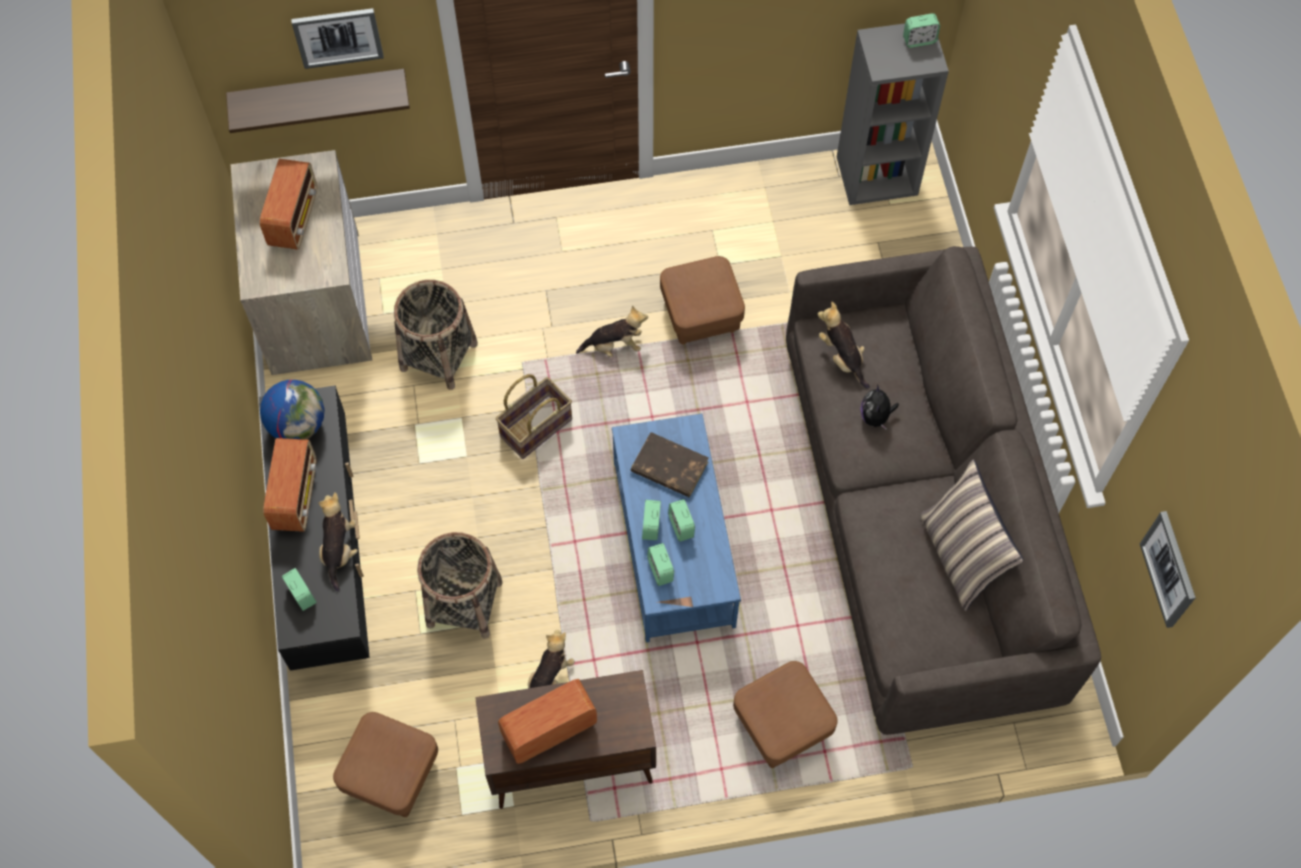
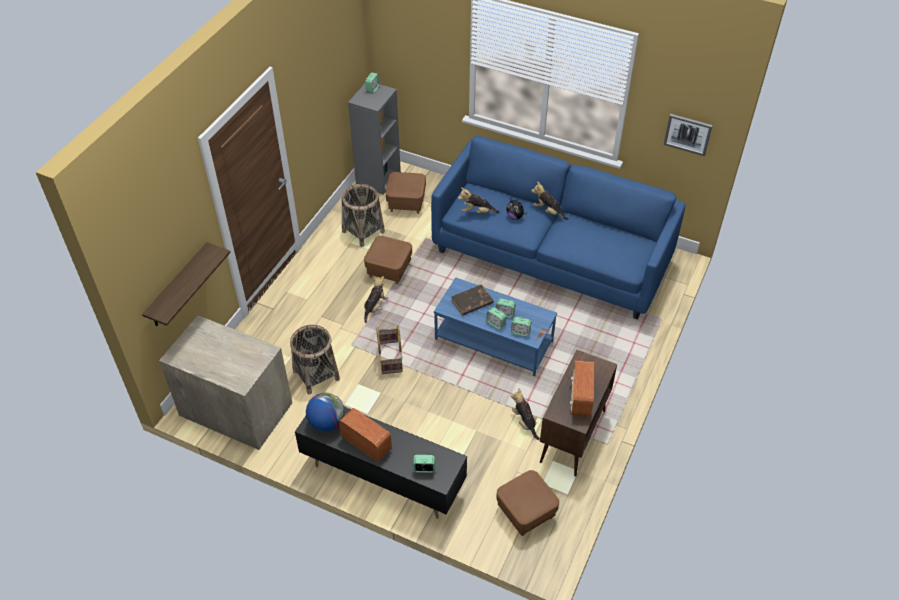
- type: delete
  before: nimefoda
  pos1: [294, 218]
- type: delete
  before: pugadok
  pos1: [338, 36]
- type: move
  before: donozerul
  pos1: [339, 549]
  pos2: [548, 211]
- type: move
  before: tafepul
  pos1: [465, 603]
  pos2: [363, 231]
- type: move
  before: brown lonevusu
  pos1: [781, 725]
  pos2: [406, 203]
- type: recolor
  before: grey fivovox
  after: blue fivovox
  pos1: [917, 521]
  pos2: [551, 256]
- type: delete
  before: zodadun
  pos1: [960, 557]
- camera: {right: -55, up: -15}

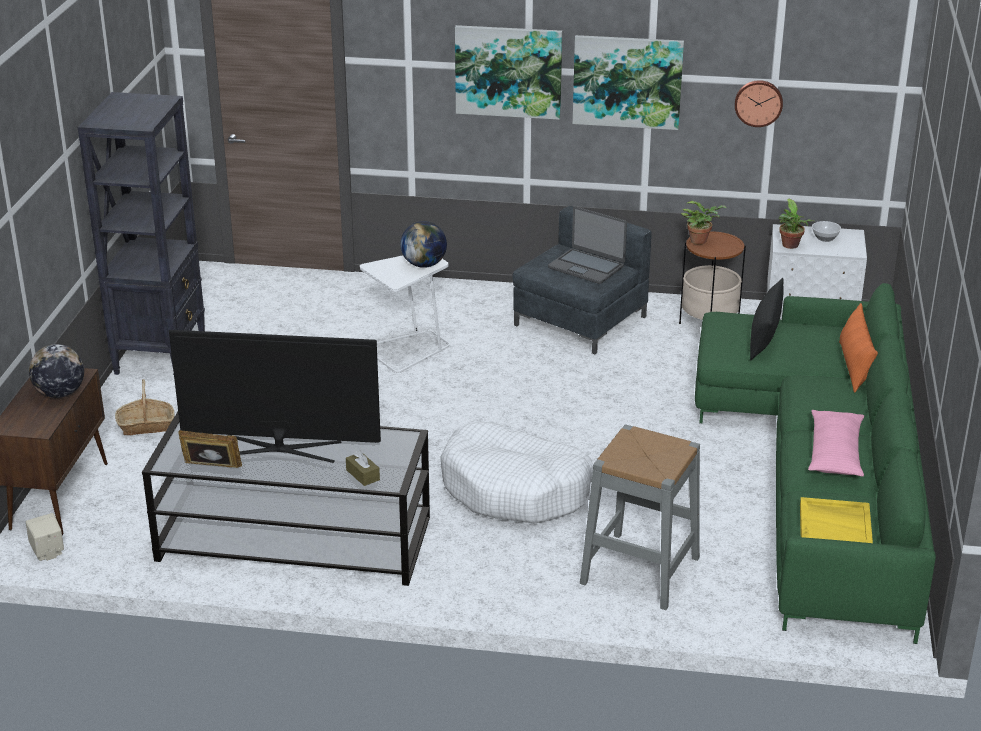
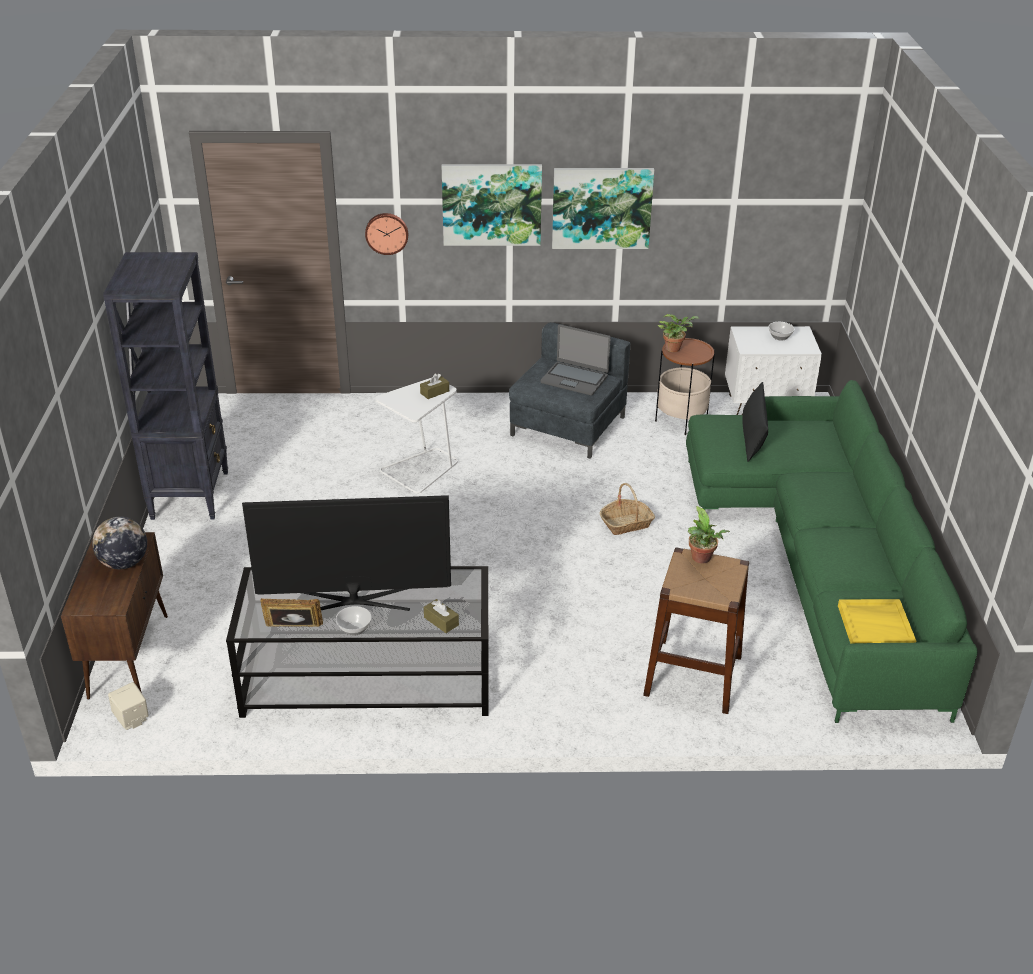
- type: move
  before: tafepul
  pos1: [146, 425]
  pos2: [626, 523]
- type: replace
  before: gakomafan
  after: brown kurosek
  pos1: [424, 264]
  pos2: [434, 392]
- type: delete
  before: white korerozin
  pos1: [515, 489]
- type: recolor
  before: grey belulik
  after: brown belulik
  pos1: [640, 570]
  pos2: [693, 675]
- type: move
  before: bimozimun
  pos1: [758, 102]
  pos2: [387, 233]
- type: move
  before: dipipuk
  pos1: [790, 246]
  pos2: [702, 559]
- type: delete
  before: pink zodadun
  pos1: [835, 453]
- type: delete
  before: orange zodadun
  pos1: [854, 367]
- type: insert
  after: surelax
  pos2: [355, 629]
- camera: {right: -10, up: 5}

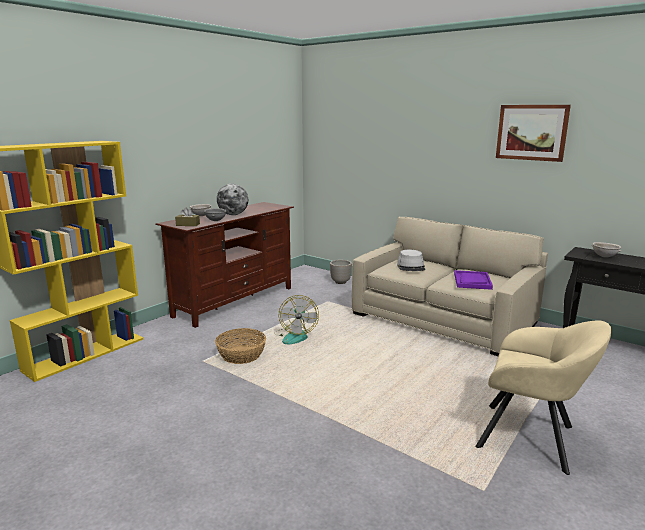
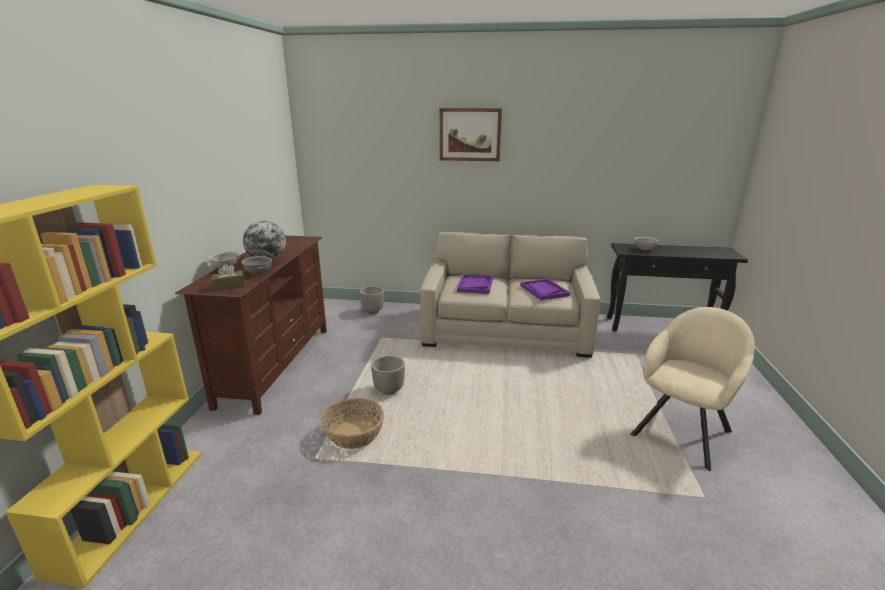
- type: replace
  before: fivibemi
  after: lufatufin
  pos1: [295, 336]
  pos2: [389, 390]
- type: replace
  before: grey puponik
  after: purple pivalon
  pos1: [411, 267]
  pos2: [475, 285]
- type: rotate
  before: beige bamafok
  pos1: [531, 438]
  pos2: [683, 430]
  turn: -45
- type: move
  before: pugadok
  pos1: [531, 132]
  pos2: [470, 134]
- camera: {right: -30, up: 5}

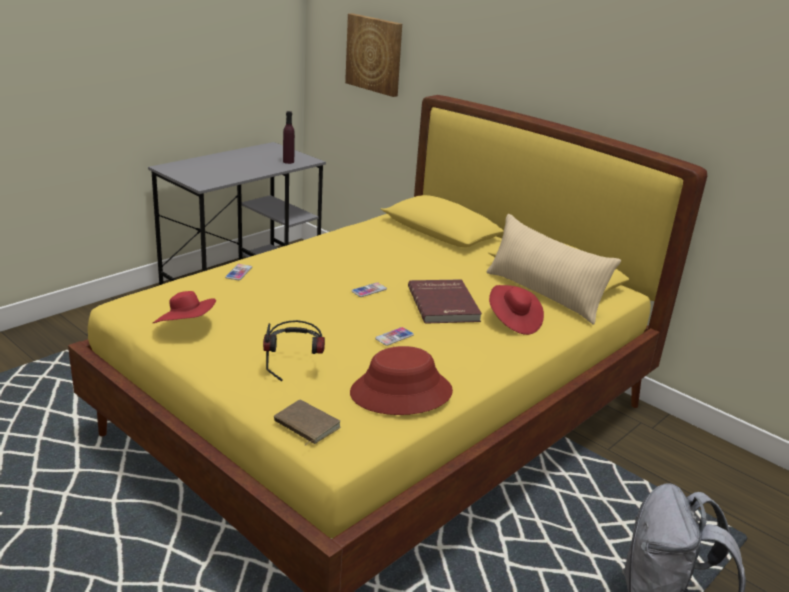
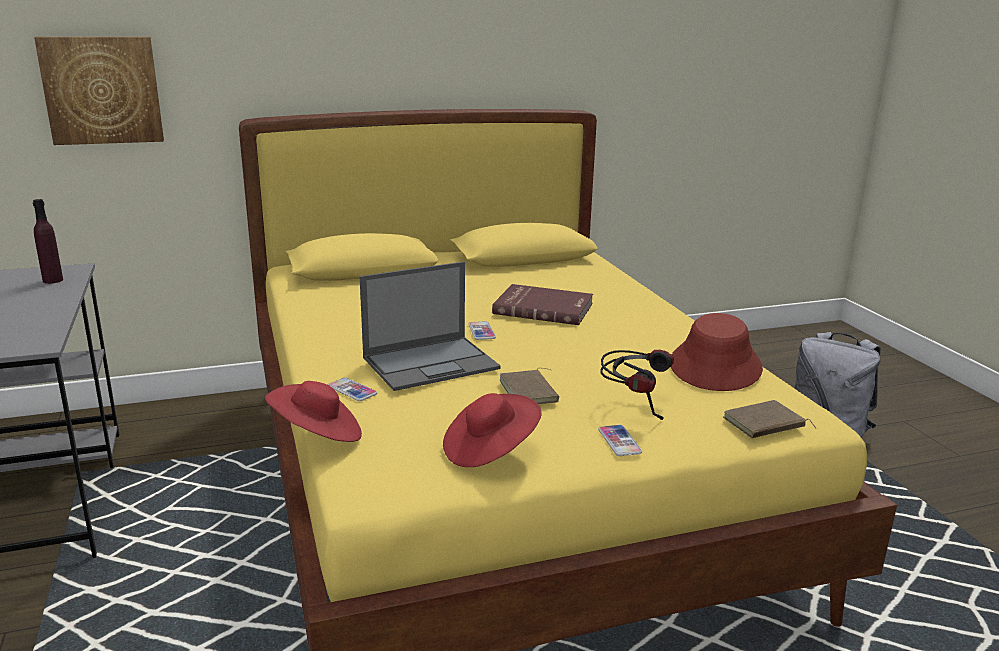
- type: move
  before: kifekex
  pos1: [394, 337]
  pos2: [619, 441]
- type: delete
  before: beige zodadun
  pos1: [544, 295]
- type: move
  before: red puponik
  pos1: [513, 321]
  pos2: [317, 435]
- type: insert
  after: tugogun
  pos2: [432, 363]
- type: insert
  after: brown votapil
  pos2: [530, 391]
- camera: {right: -60, up: -5}

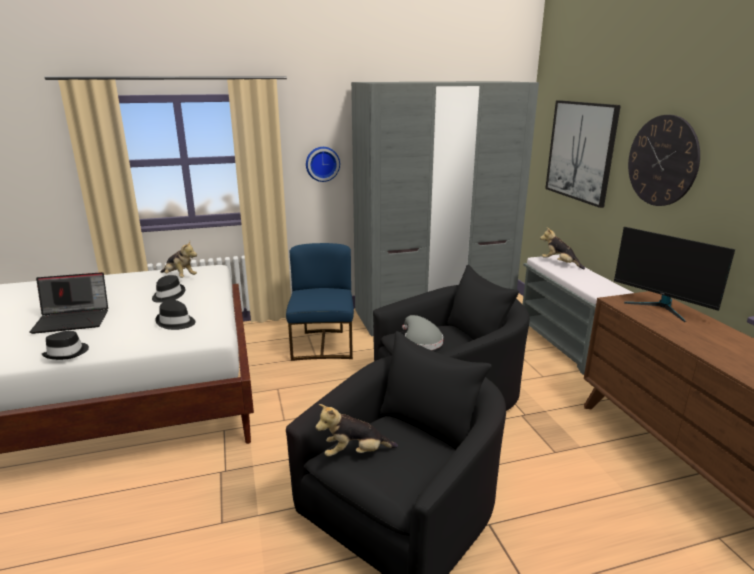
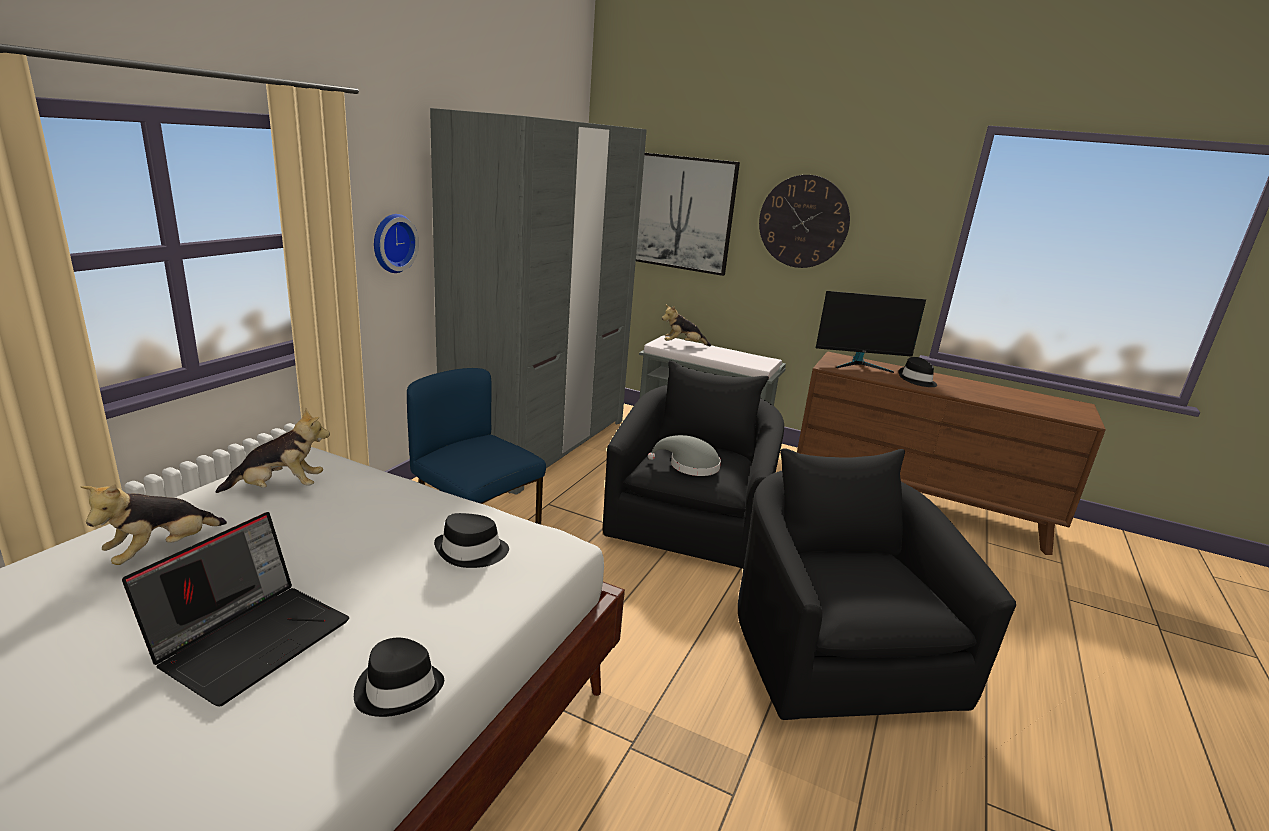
- type: move
  before: black puponik
  pos1: [168, 295]
  pos2: [917, 380]
- type: move
  before: donozerul
  pos1: [355, 453]
  pos2: [162, 551]
- camera: {right: -50, up: 0}

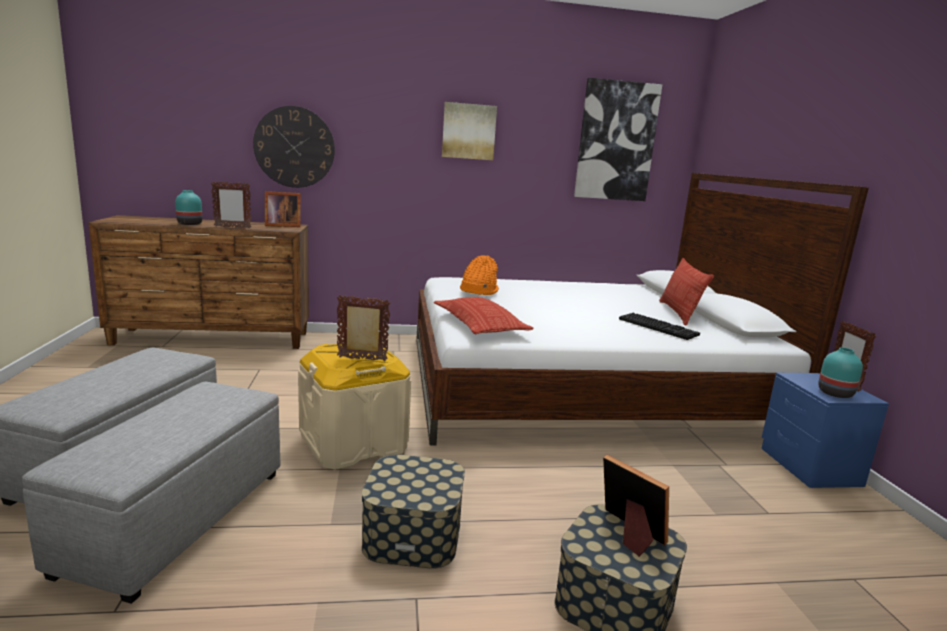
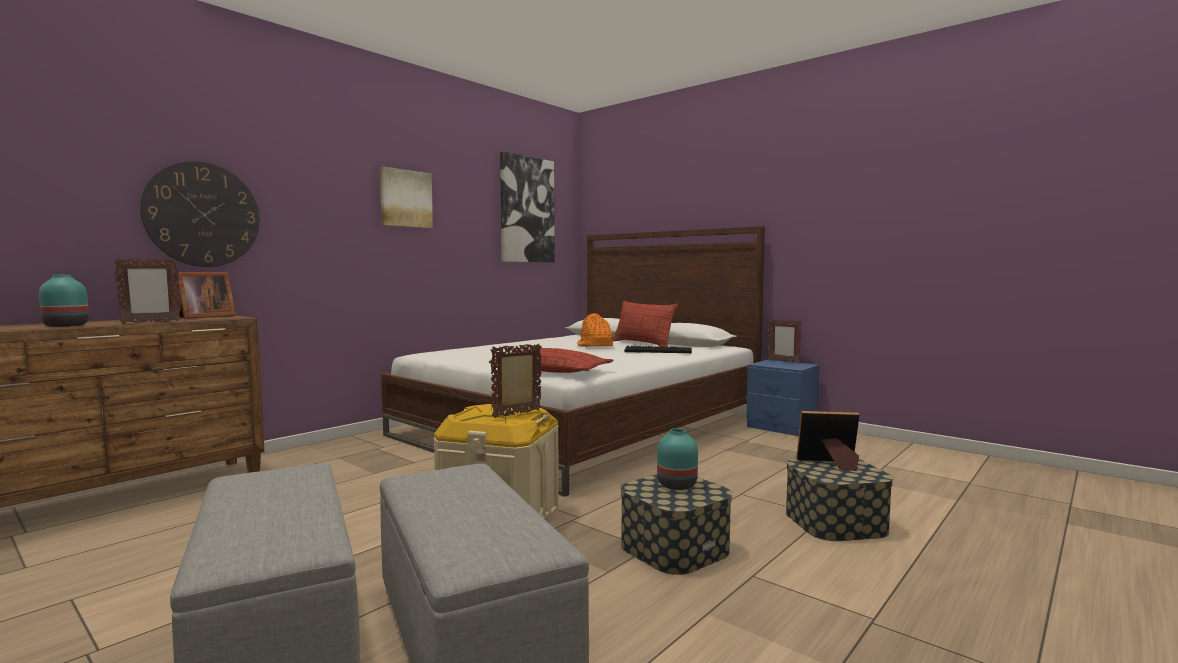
- type: move
  before: orange puponik
  pos1: [478, 291]
  pos2: [595, 346]
- type: move
  before: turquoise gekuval
  pos1: [834, 393]
  pos2: [675, 485]
- camera: {right: -40, up: -10}

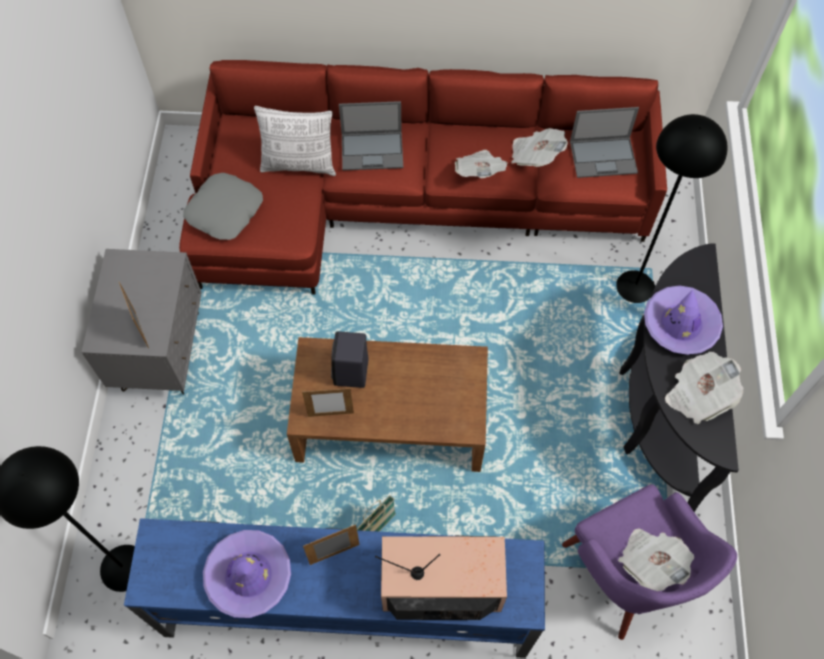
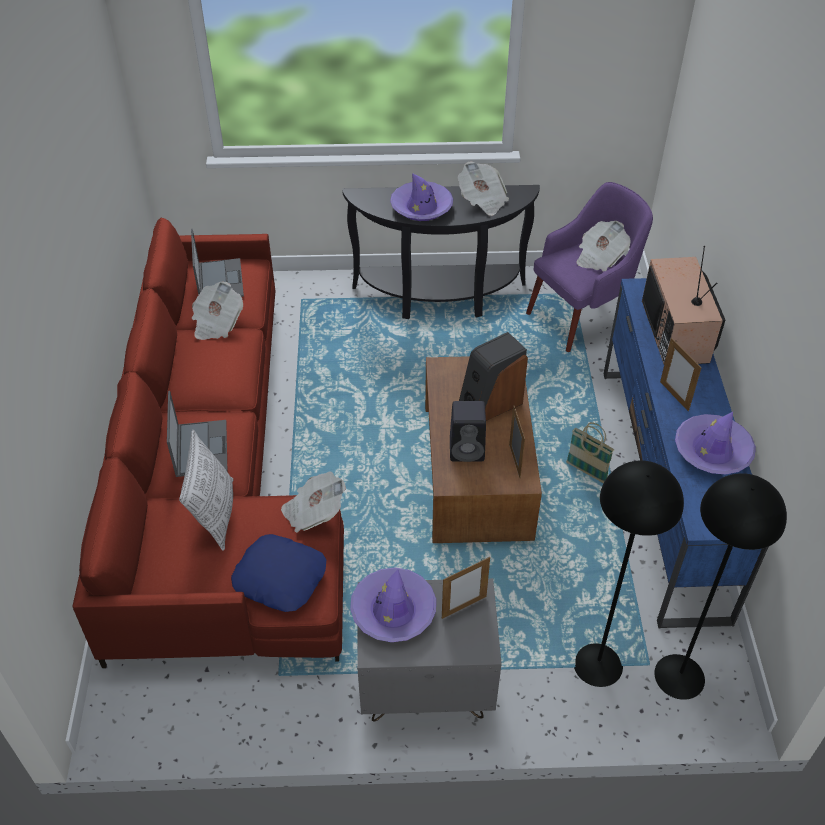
- type: recolor
  before: grey zodadun
  after: blue zodadun
  pos1: [225, 211]
  pos2: [280, 577]
- type: move
  before: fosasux
  pos1: [479, 172]
  pos2: [313, 512]
- type: move
  before: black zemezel
  pos1: [634, 287]
  pos2: [598, 664]
- type: insert
  after: purple puponik
  pos2: [393, 610]
- type: insert
  after: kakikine
  pos2: [489, 404]
- camera: {right: -95, up: -15}

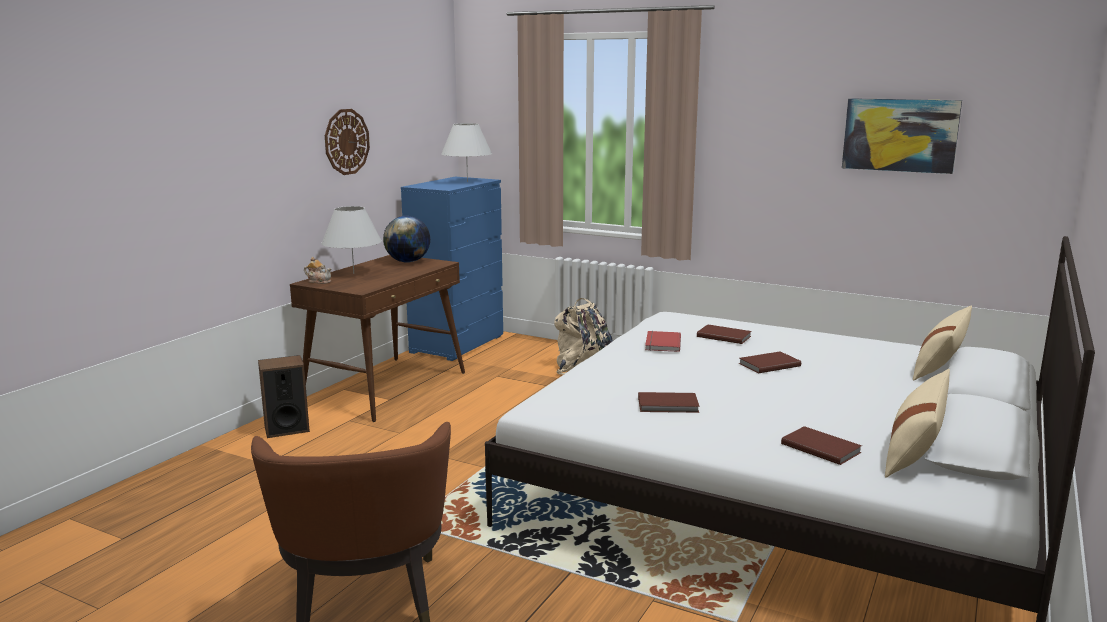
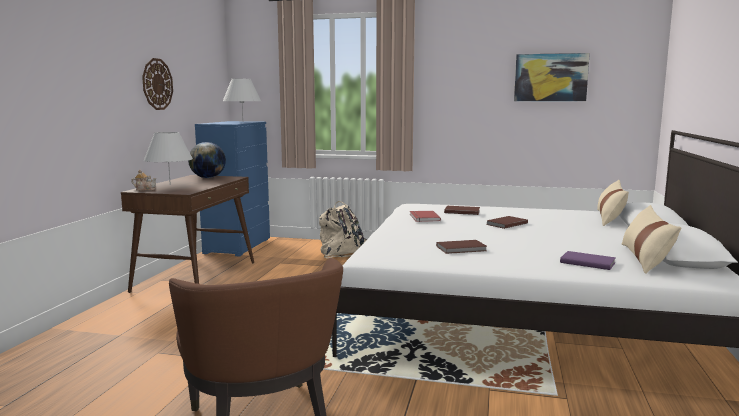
- type: delete
  before: kakikine
  pos1: [286, 428]
- type: recolor
  before: brown votapil
  after: purple votapil
  pos1: [820, 447]
  pos2: [587, 262]
- camera: {right: -15, up: -5}

